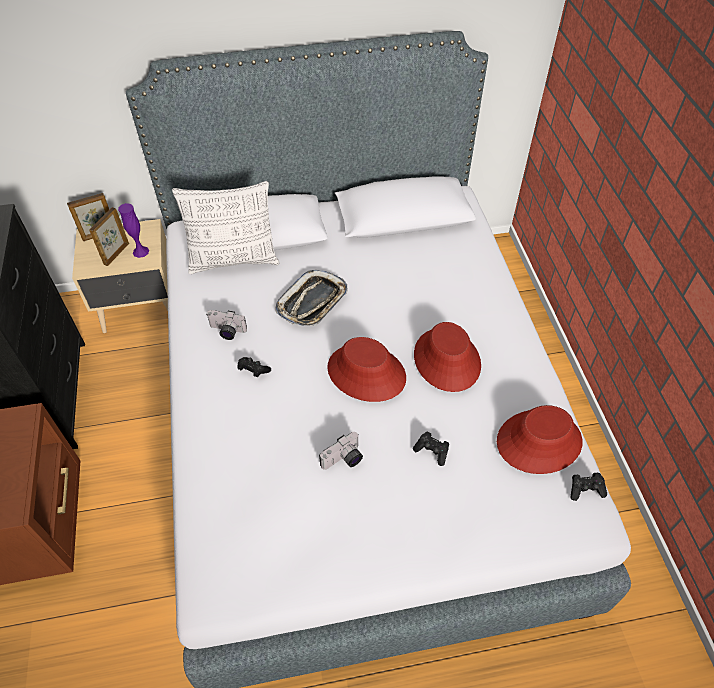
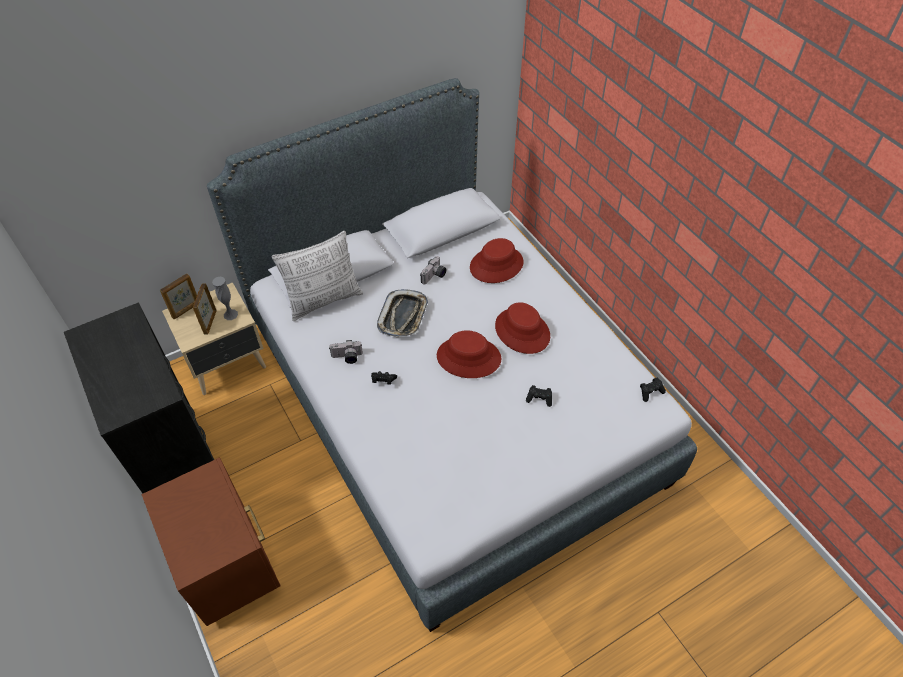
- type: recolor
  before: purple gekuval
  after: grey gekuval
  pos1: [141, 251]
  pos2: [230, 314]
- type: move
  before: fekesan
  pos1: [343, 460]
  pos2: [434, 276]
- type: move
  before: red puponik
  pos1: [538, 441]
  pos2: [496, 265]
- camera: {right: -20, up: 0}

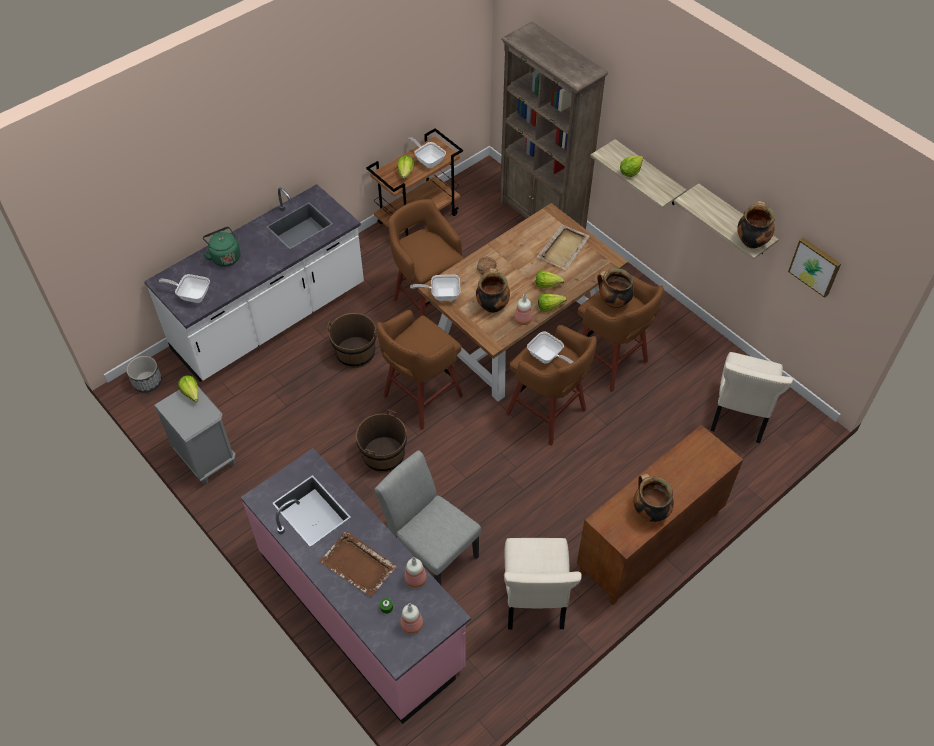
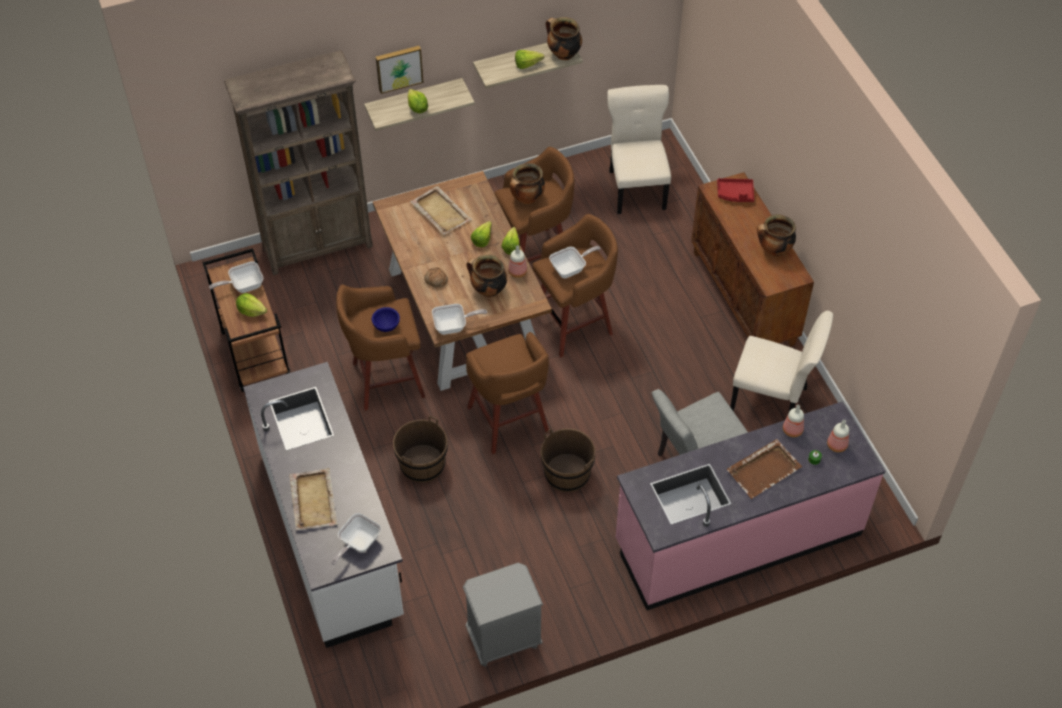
- type: delete
  before: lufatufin
  pos1: [147, 382]
- type: move
  before: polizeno
  pos1: [192, 396]
  pos2: [530, 65]
- type: replace
  before: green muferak
  after: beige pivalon
  pos1: [225, 256]
  pos2: [313, 500]
- type: rotate
  before: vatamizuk
  pos1: [442, 294]
  pos2: [453, 326]
  turn: -120
- type: rotate
  before: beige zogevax
  pos1: [738, 415]
  pos2: [637, 187]
  turn: -135
- type: move
  before: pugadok
  pos1: [815, 266]
  pos2: [398, 68]
- type: insert
  after: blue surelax
  pos2: [387, 326]
- type: insert
  after: red pivalon
  pos2: [735, 194]
- camera: {right: -70, up: 0}

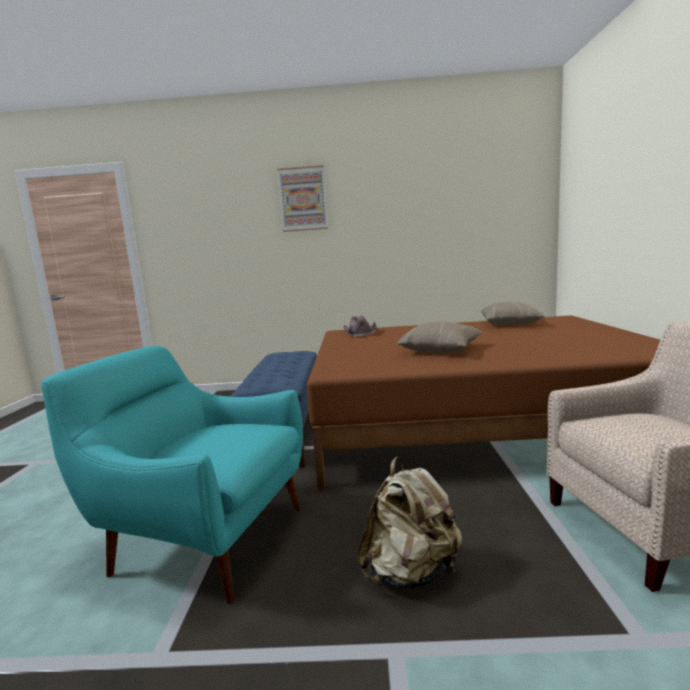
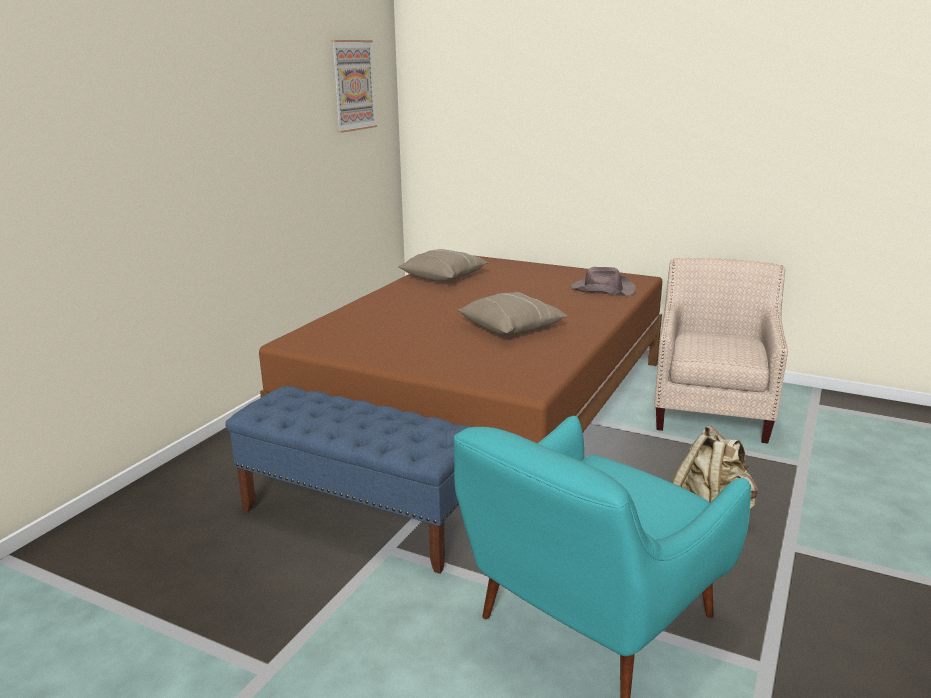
- type: move
  before: pugadok
  pos1: [303, 199]
  pos2: [353, 85]
- type: move
  before: brown puponik
  pos1: [361, 332]
  pos2: [602, 289]
- camera: {right: -65, up: 10}

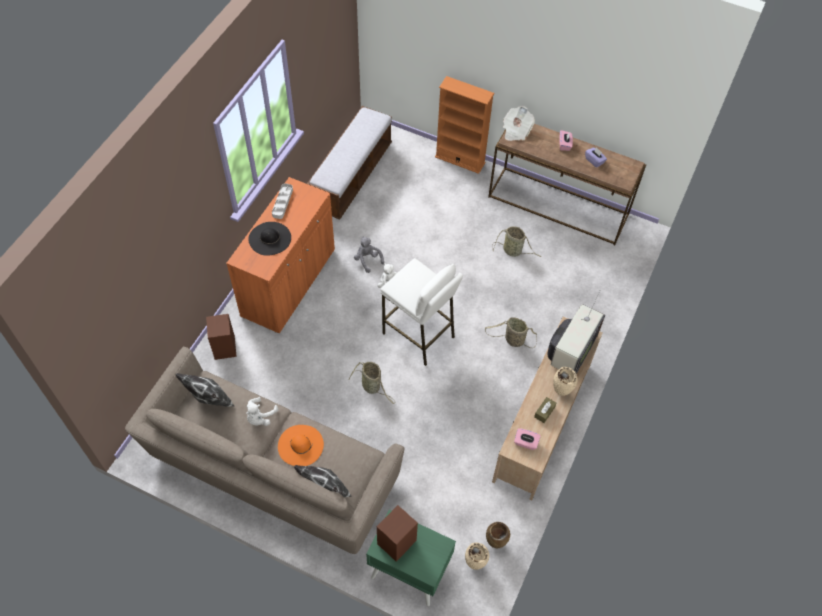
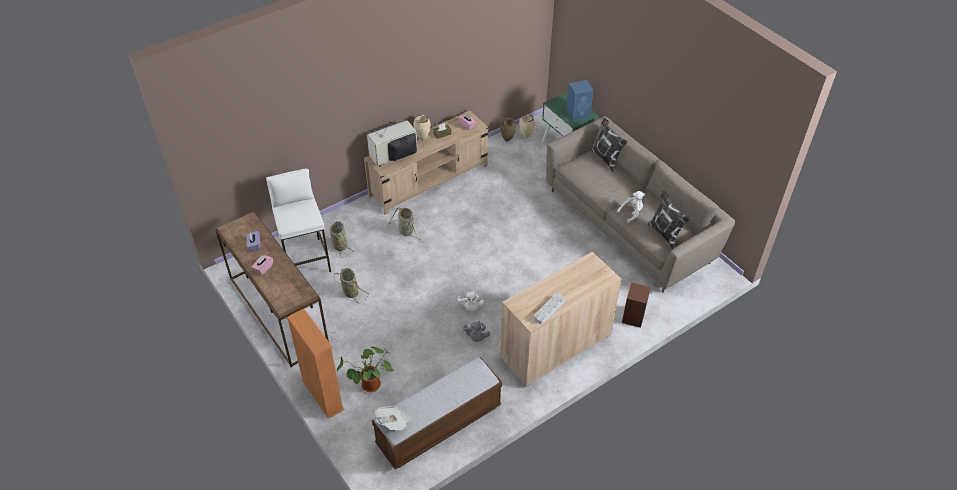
- type: recolor
  before: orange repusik
  after: beige repusik
  pos1: [289, 283]
  pos2: [555, 346]
- type: delete
  before: black puponik
  pos1: [270, 238]
- type: delete
  before: orange puponik
  pos1: [300, 445]
- type: move
  before: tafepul
  pos1: [372, 387]
  pos2: [340, 245]
- type: recolor
  before: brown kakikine
  after: blue kakikine
  pos1: [396, 543]
  pos2: [578, 113]
- type: move
  before: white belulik
  pos1: [418, 335]
  pos2: [306, 259]
- type: move
  before: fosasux
  pos1: [516, 130]
  pos2: [394, 423]
- type: insert
  after: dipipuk
  pos2: [370, 387]
- camera: {right: -150, up: -10}

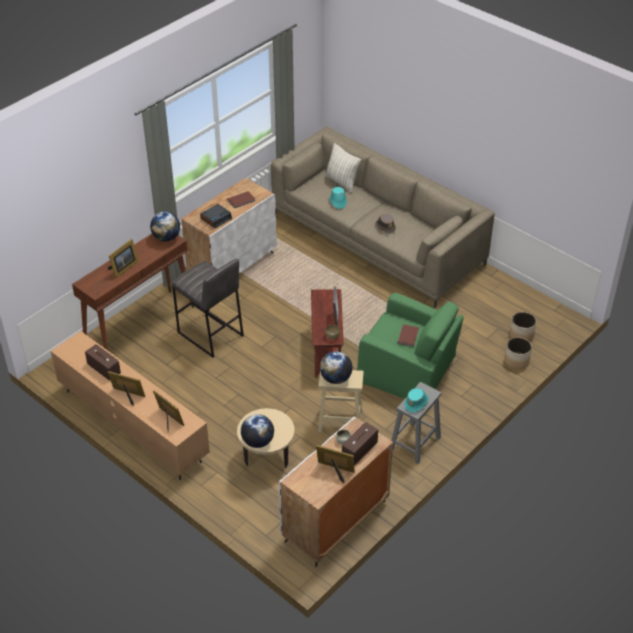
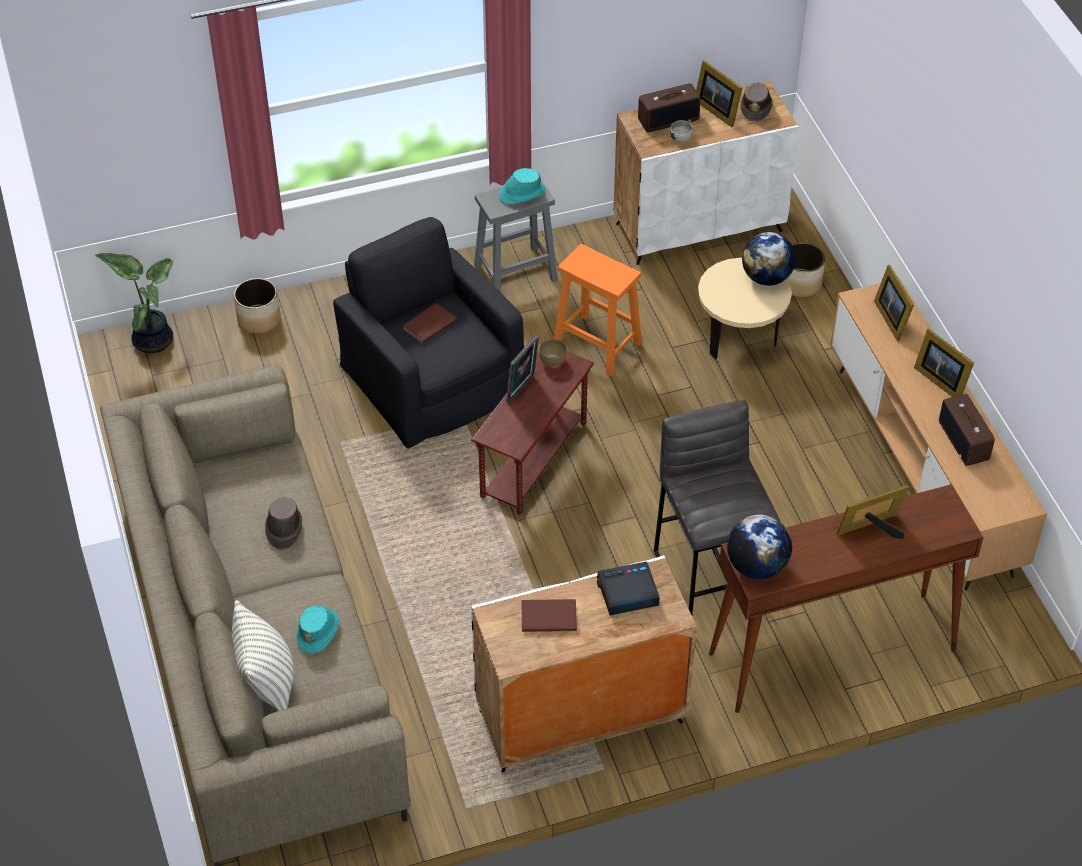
- type: recolor
  before: beige belulik
  after: orange belulik
  pos1: [339, 421]
  pos2: [598, 345]
- type: delete
  before: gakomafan
  pos1: [336, 378]
- type: recolor
  before: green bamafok
  after: black bamafok
  pos1: [408, 369]
  pos2: [431, 376]
- type: move
  before: lufatufin
  pos1: [521, 335]
  pos2: [800, 283]
- type: insert
  after: dipipuk
  pos2: [152, 339]
- type: insert
  after: brown puponik
  pos2: [756, 107]
- camera: {right: -150, up: 5}

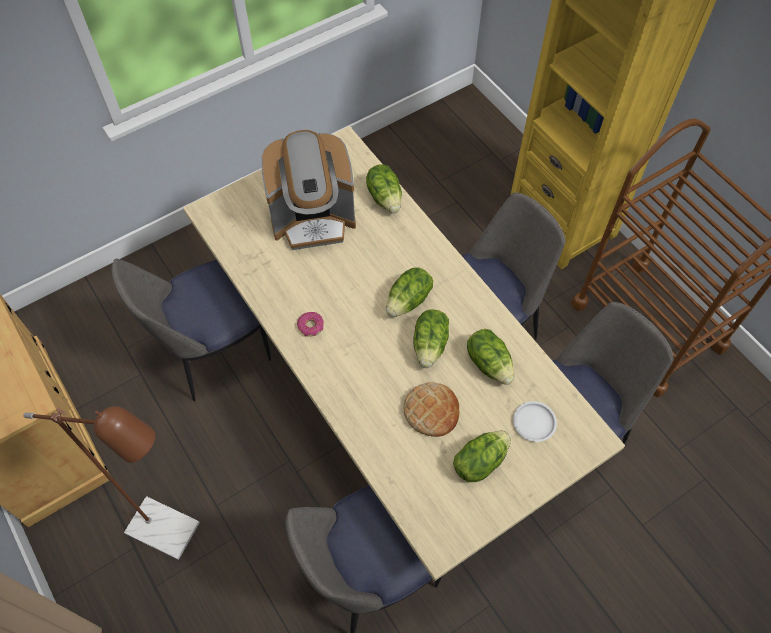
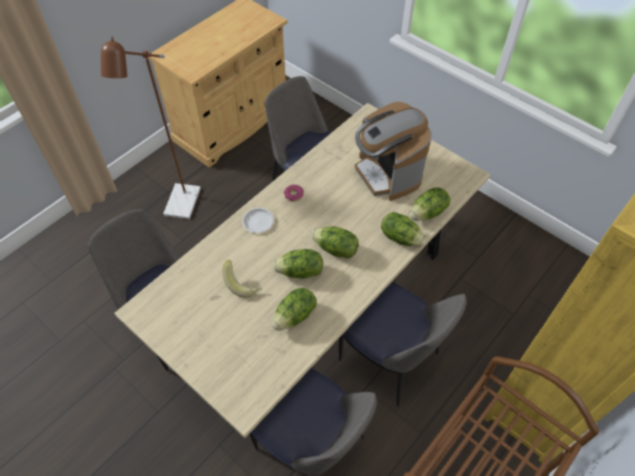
- type: replace
  before: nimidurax
  after: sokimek
  pos1: [431, 411]
  pos2: [243, 284]
- type: move
  before: polizeno
  pos1: [479, 461]
  pos2: [401, 237]
- type: move
  before: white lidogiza
  pos1: [533, 423]
  pos2: [258, 221]
- camera: {right: 75, up: -5}

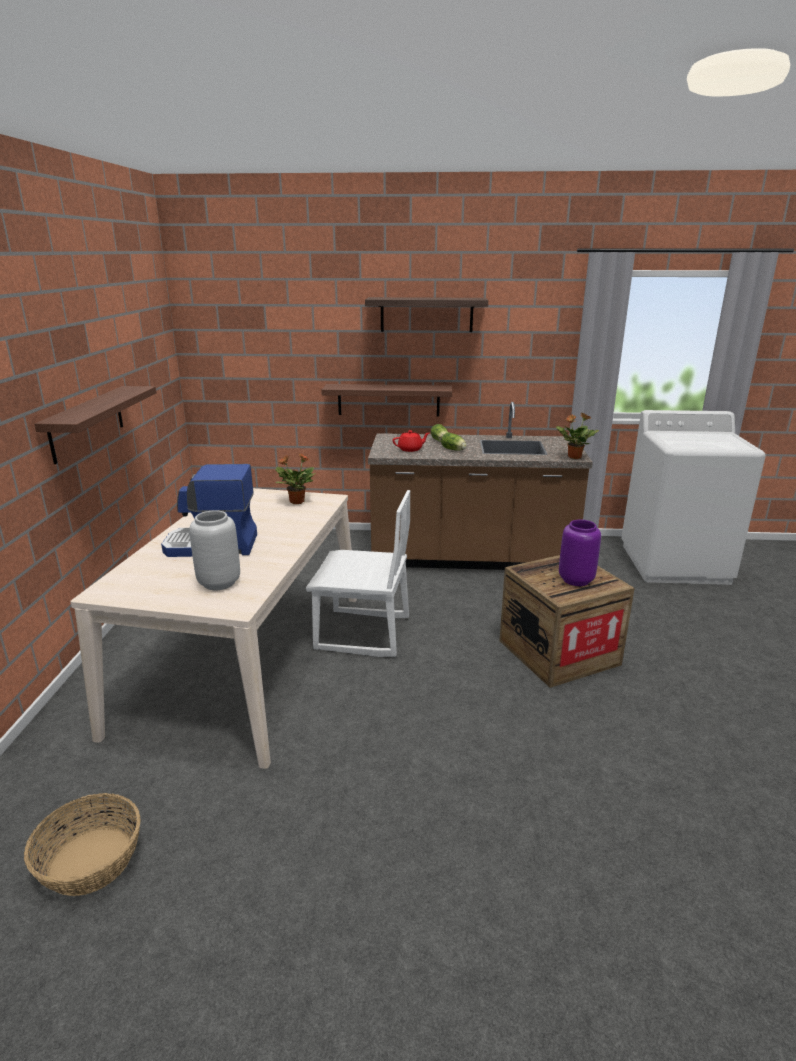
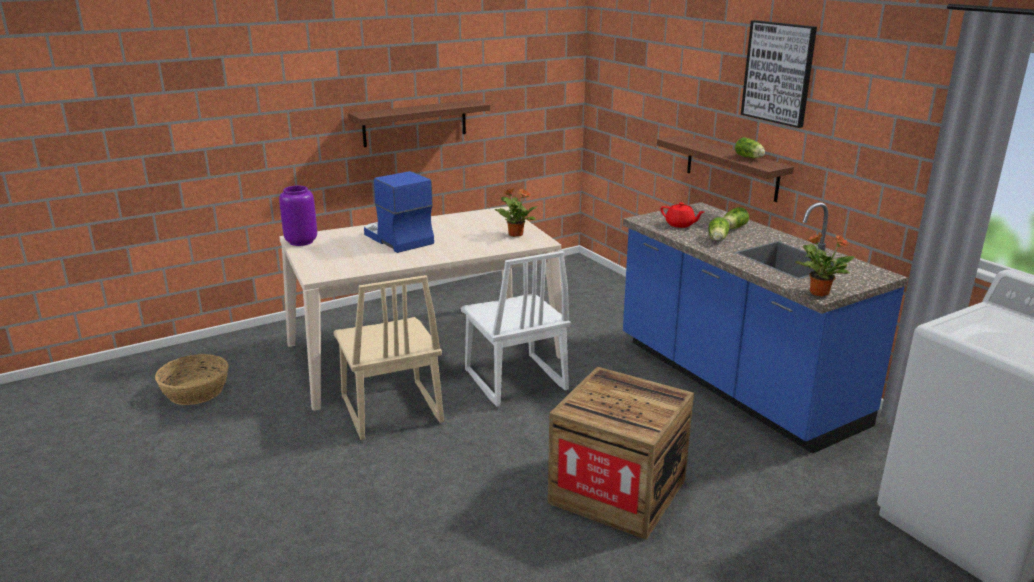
- type: delete
  before: grey gekuval
  pos1: [218, 583]
- type: replace
  before: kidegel
  after: pugadok
  pos1: [426, 314]
  pos2: [778, 72]
- type: recolor
  before: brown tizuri
  after: blue tizuri
  pos1: [471, 557]
  pos2: [735, 383]
- type: move
  before: purple gekuval
  pos1: [576, 580]
  pos2: [300, 242]
- type: insert
  after: beige zogevax
  pos2: [390, 411]
- type: insert
  after: polizeno
  pos2: [749, 158]
- camera: {right: 55, up: 0}

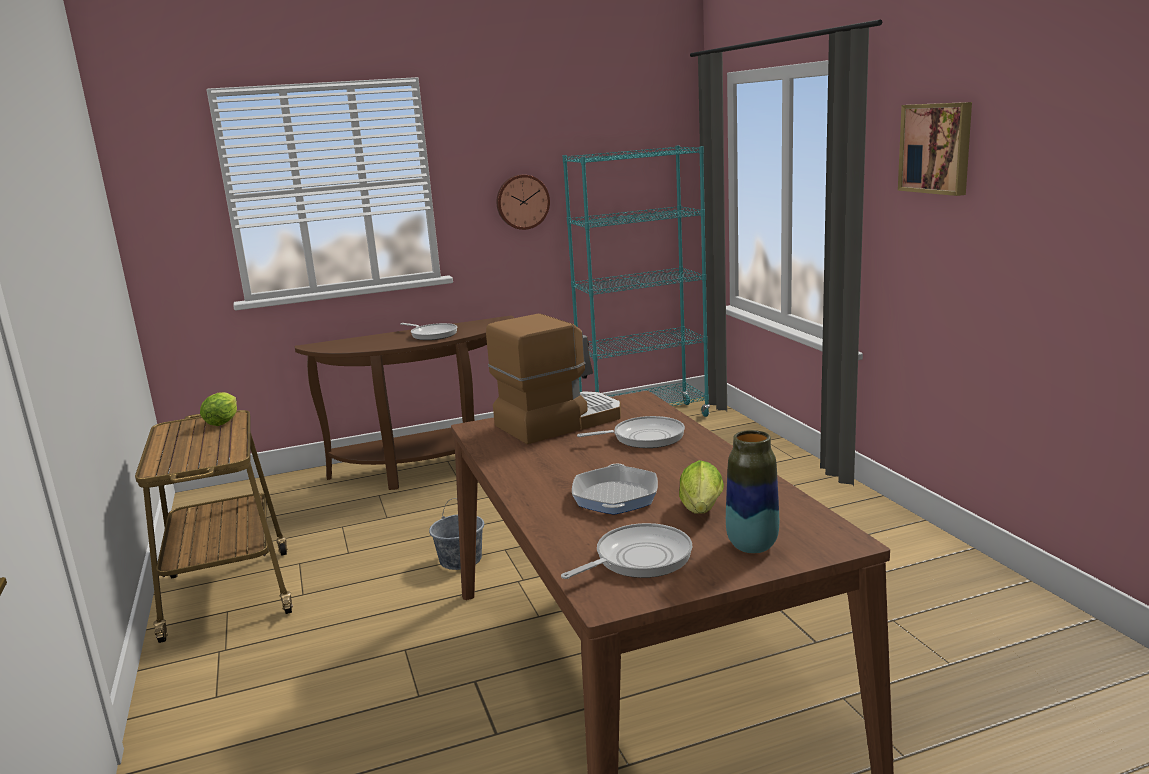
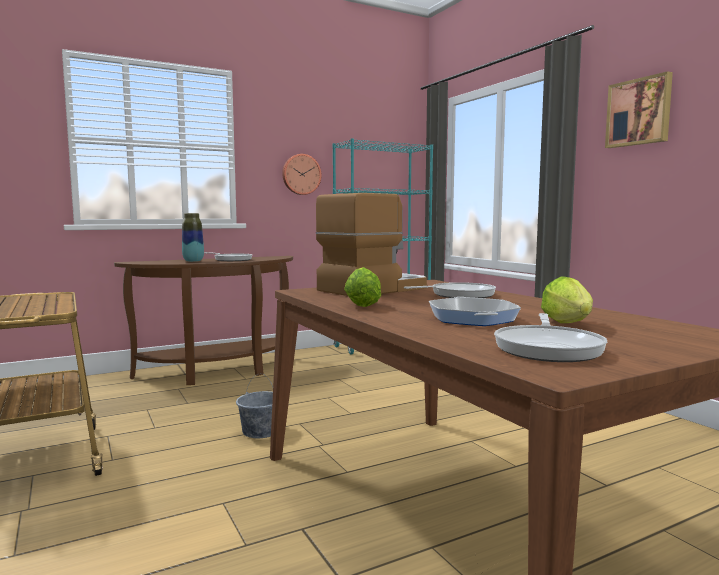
- type: move
  before: polizeno
  pos1: [224, 421]
  pos2: [362, 304]
- type: rotate
  before: vatamizuk
  pos1: [638, 559]
  pos2: [548, 348]
  turn: 150
- type: move
  before: gekuval
  pos1: [752, 546]
  pos2: [193, 261]
- camera: {right: -10, up: -10}

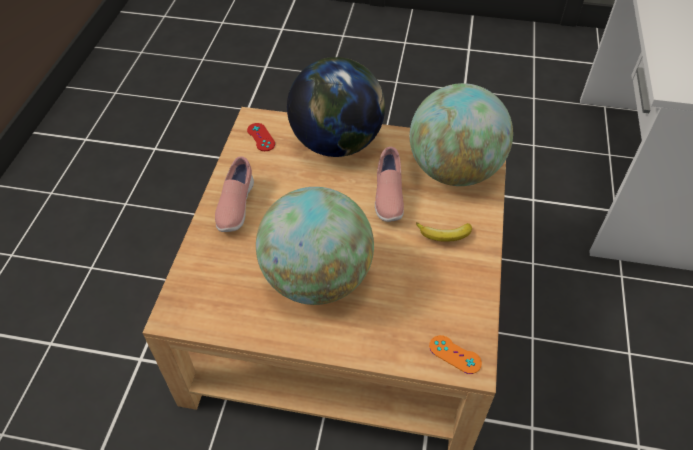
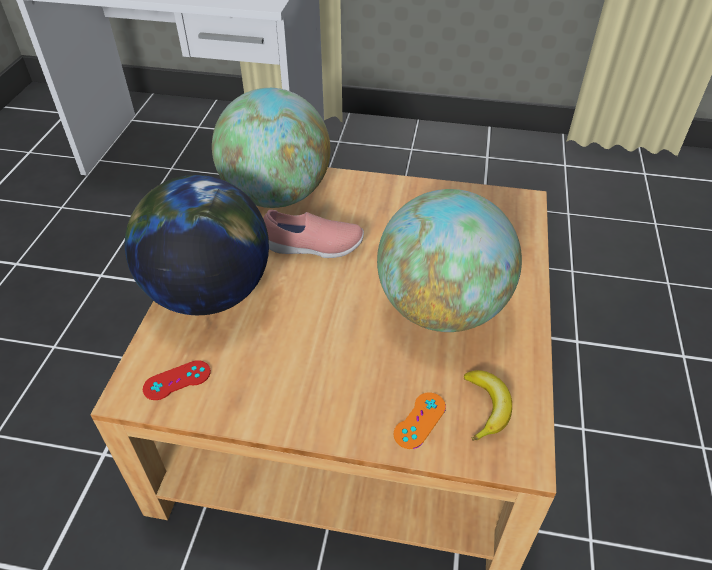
- type: delete
  before: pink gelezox
  pos1: [235, 207]
- type: move
  before: sokimek
  pos1: [444, 235]
  pos2: [486, 407]
- type: move
  before: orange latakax
  pos1: [455, 354]
  pos2: [419, 420]
- camera: {right: -90, up: -5}

